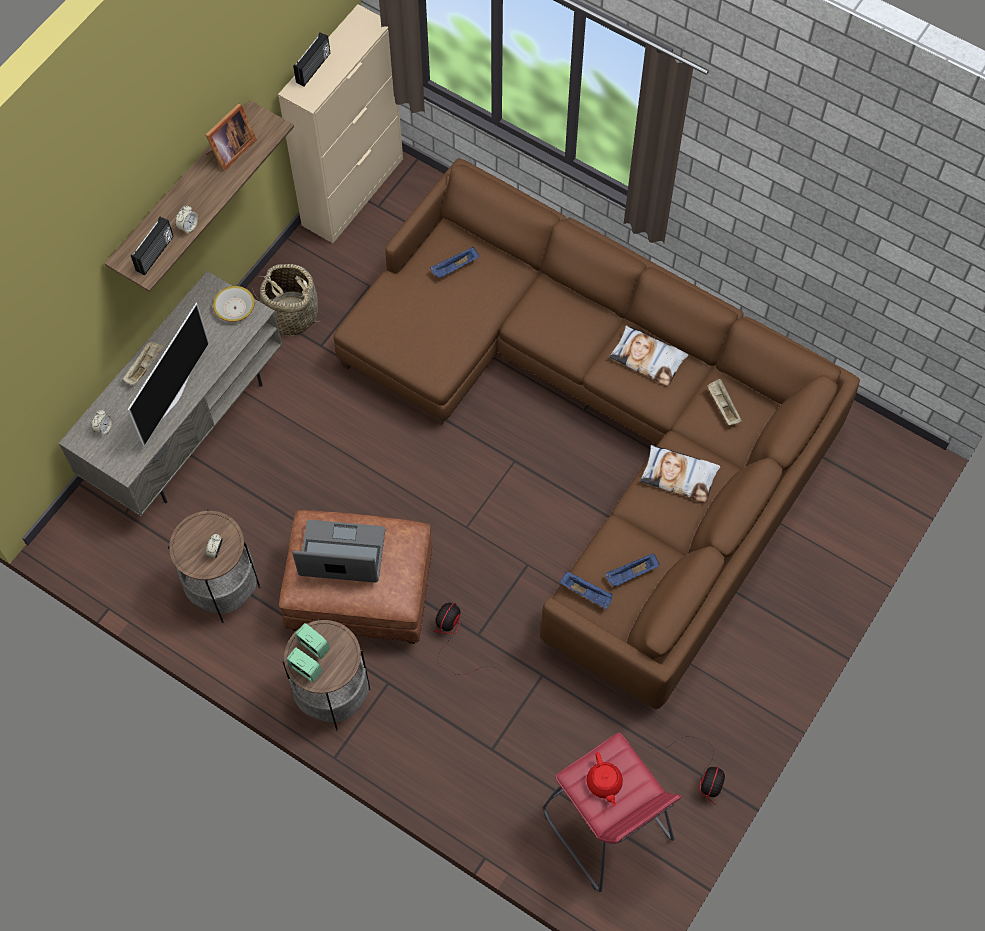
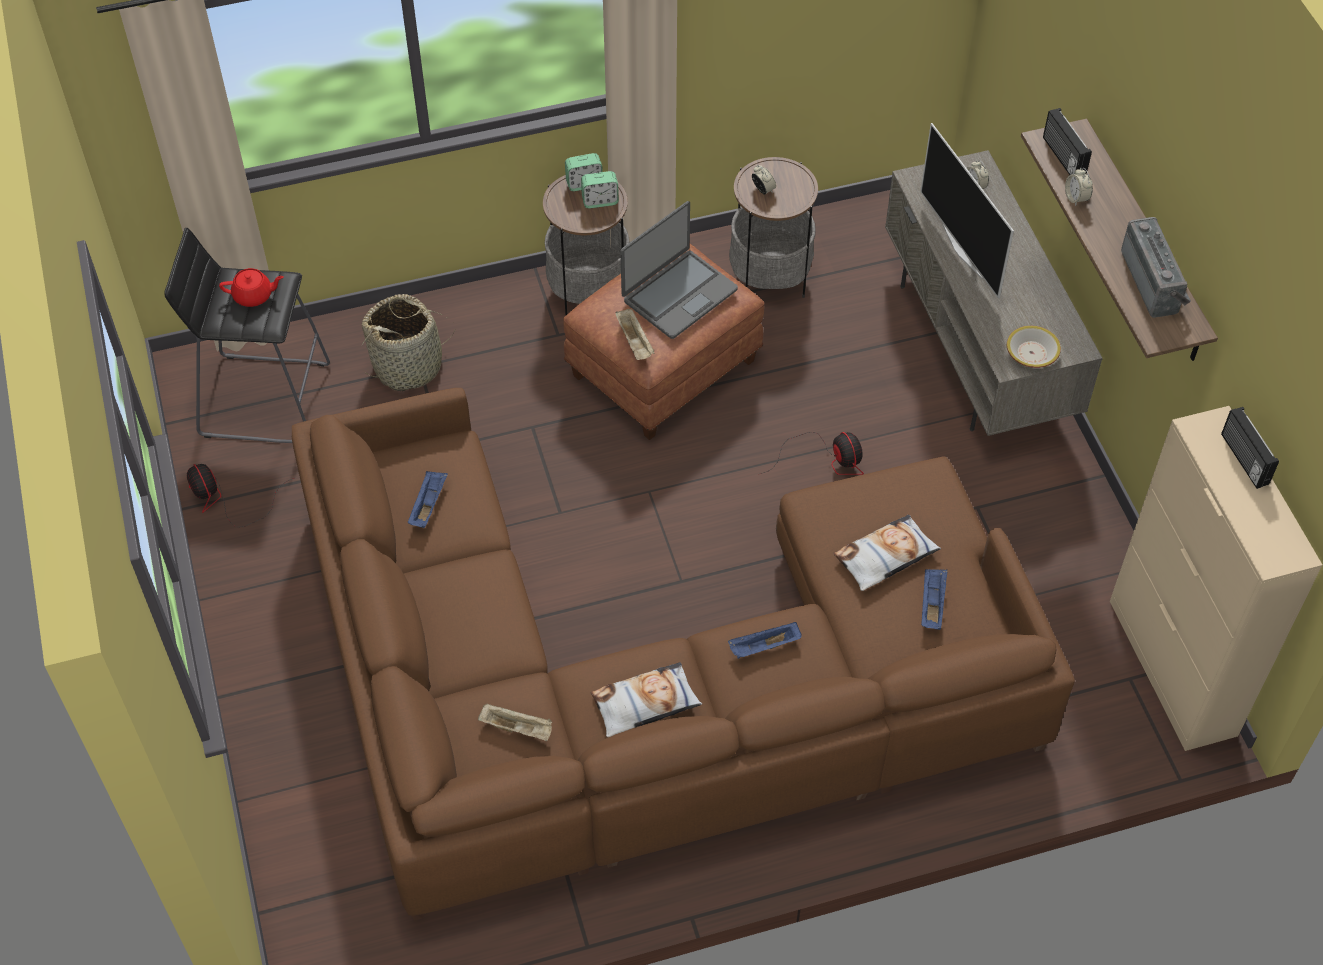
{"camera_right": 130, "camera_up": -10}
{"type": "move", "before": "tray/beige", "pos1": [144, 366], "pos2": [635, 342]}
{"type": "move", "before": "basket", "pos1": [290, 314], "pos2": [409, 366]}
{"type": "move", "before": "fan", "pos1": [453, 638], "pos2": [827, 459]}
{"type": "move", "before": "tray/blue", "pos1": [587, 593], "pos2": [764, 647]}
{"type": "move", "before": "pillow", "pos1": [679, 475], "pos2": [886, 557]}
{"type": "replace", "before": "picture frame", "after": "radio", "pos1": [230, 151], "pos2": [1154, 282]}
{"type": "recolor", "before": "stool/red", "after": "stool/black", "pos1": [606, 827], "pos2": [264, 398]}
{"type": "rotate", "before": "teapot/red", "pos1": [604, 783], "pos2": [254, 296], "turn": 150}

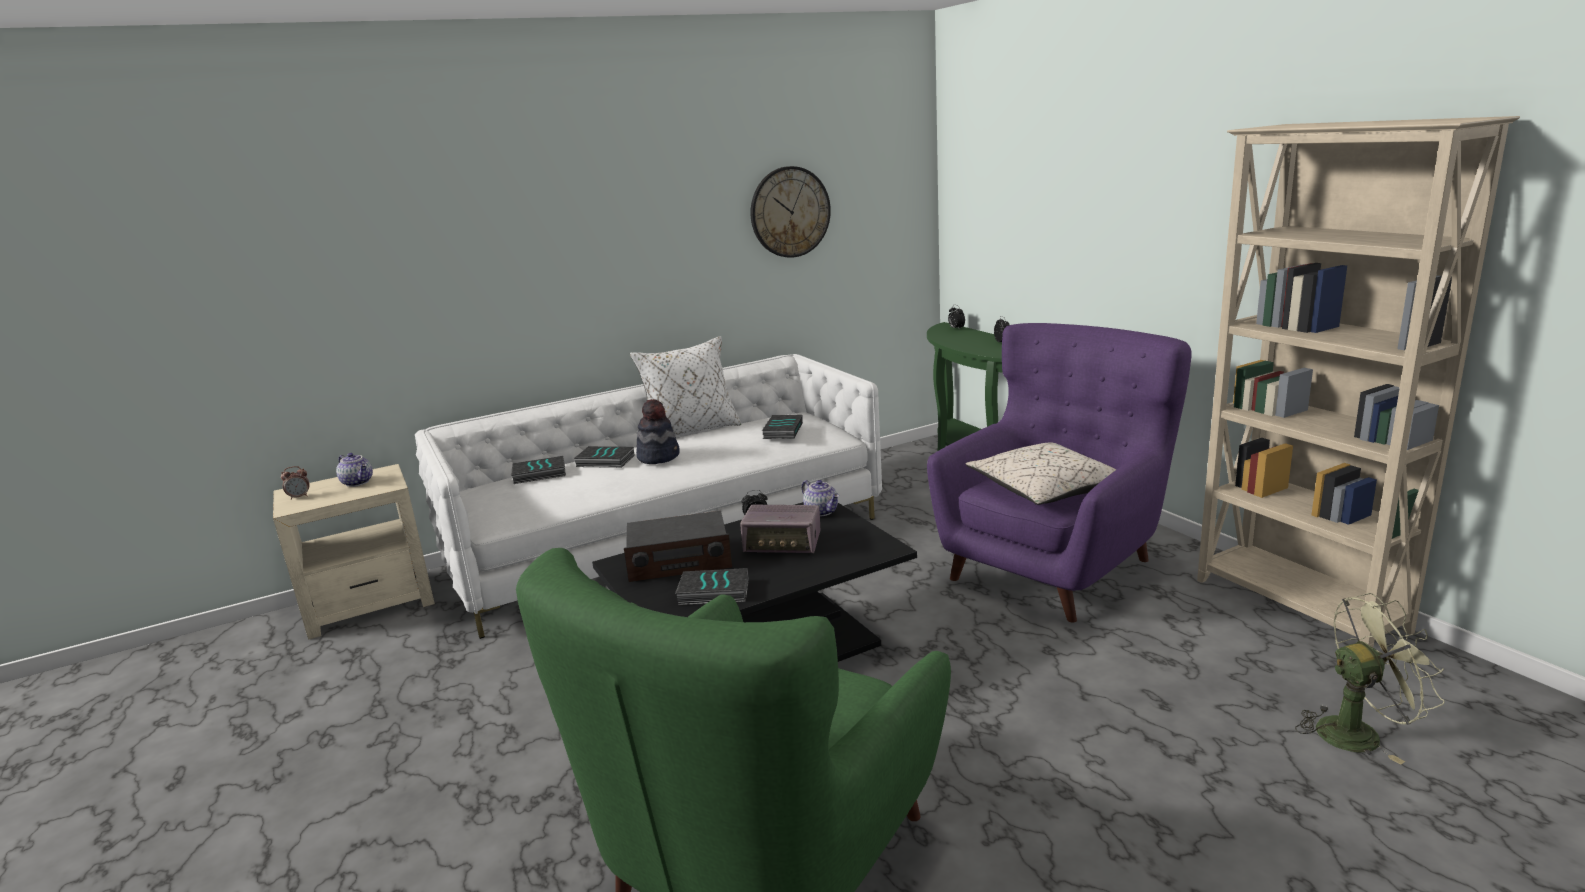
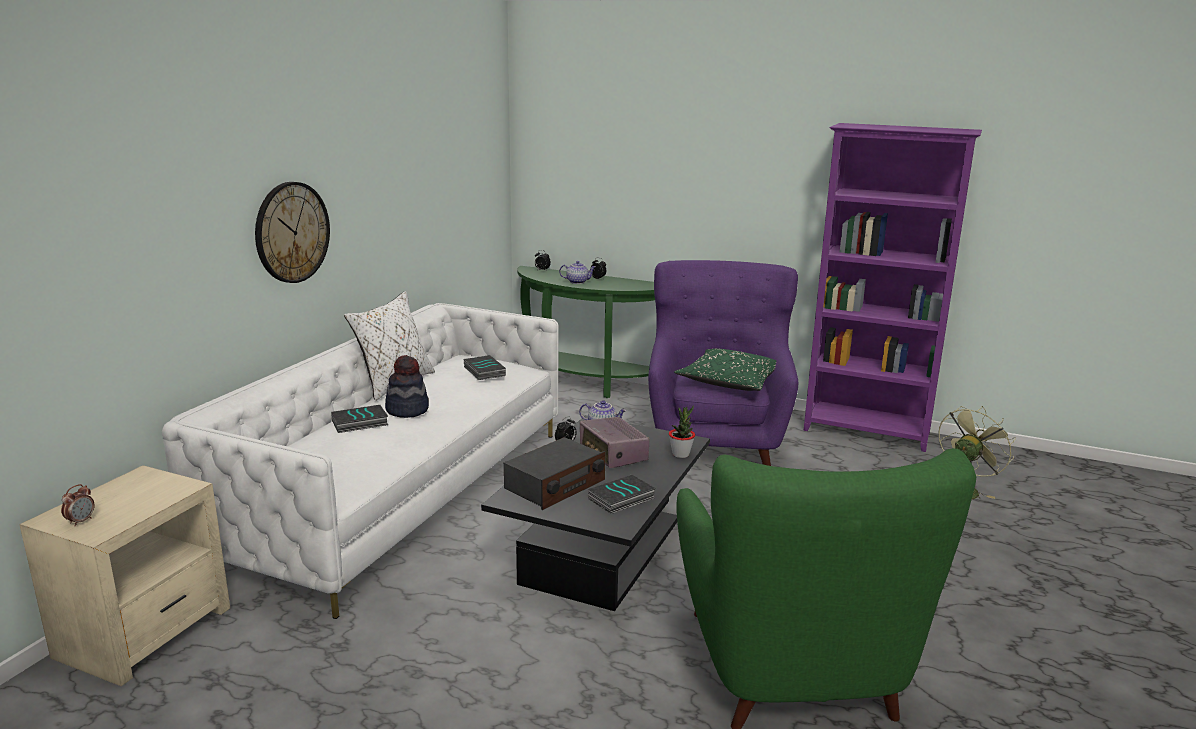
{"camera_right": -40, "camera_up": 0}
{"type": "delete", "before": "book", "pos1": [539, 474]}
{"type": "insert", "after": "potted plant", "pos2": [681, 454]}
{"type": "move", "before": "teapot", "pos1": [358, 482], "pos2": [577, 282]}
{"type": "move", "before": "wall clock", "pos1": [790, 212], "pos2": [292, 232]}
{"type": "recolor", "before": "pillow/beige", "after": "pillow/green", "pos1": [1046, 490], "pos2": [730, 382]}
{"type": "recolor", "before": "bookcase/beige", "after": "bookcase/purple", "pos1": [1299, 606], "pos2": [867, 432]}
{"type": "rotate", "before": "radio", "pos1": [783, 544], "pos2": [613, 455], "turn": 90}

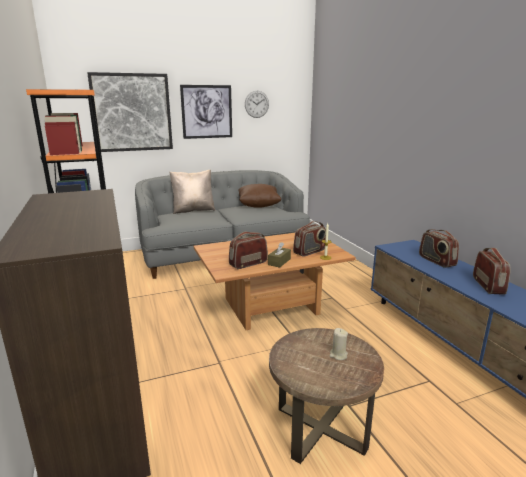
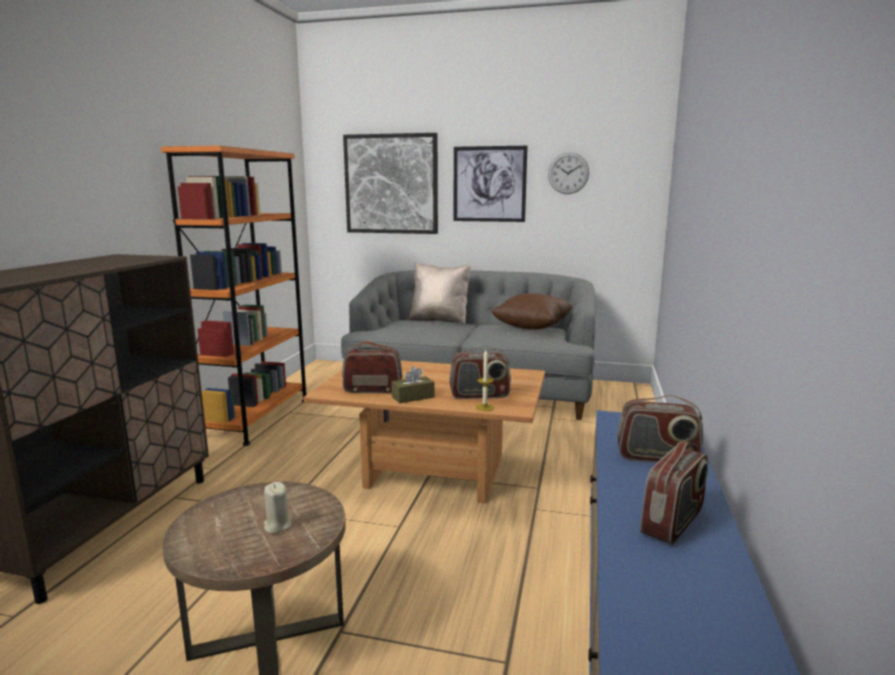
{"camera_right": 35, "camera_up": -5}
{"type": "rotate", "before": "radio", "pos1": [436, 261], "pos2": [657, 458], "turn": -90}

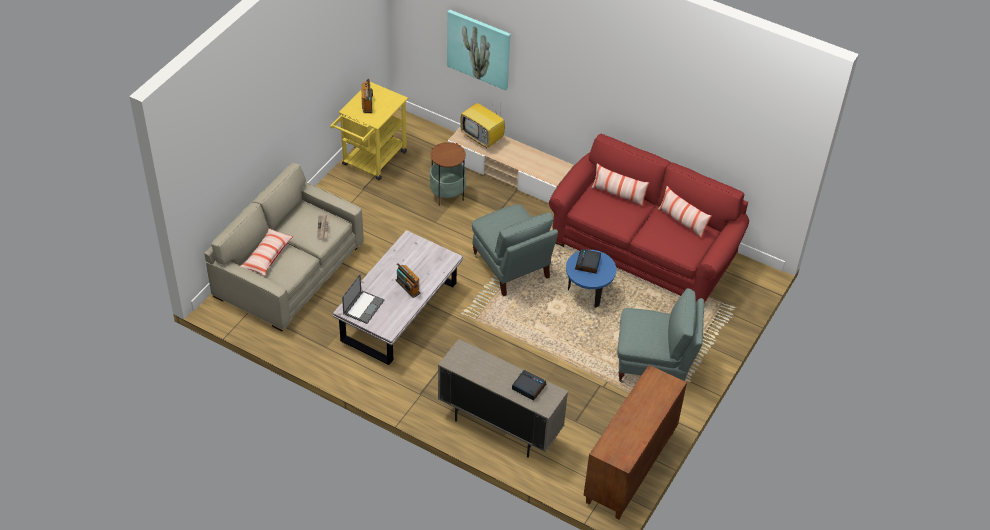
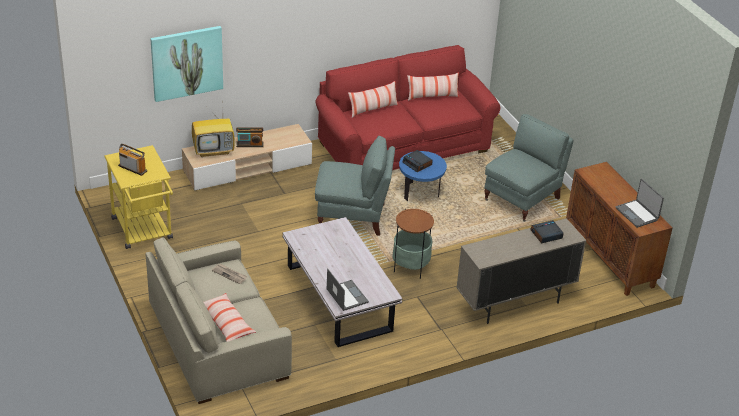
{"camera_right": -55, "camera_up": -10}
{"type": "insert", "after": "laptop", "pos2": [637, 214]}
{"type": "move", "before": "radio", "pos1": [407, 287], "pos2": [250, 144]}
{"type": "move", "before": "side table", "pos1": [447, 194], "pos2": [410, 267]}

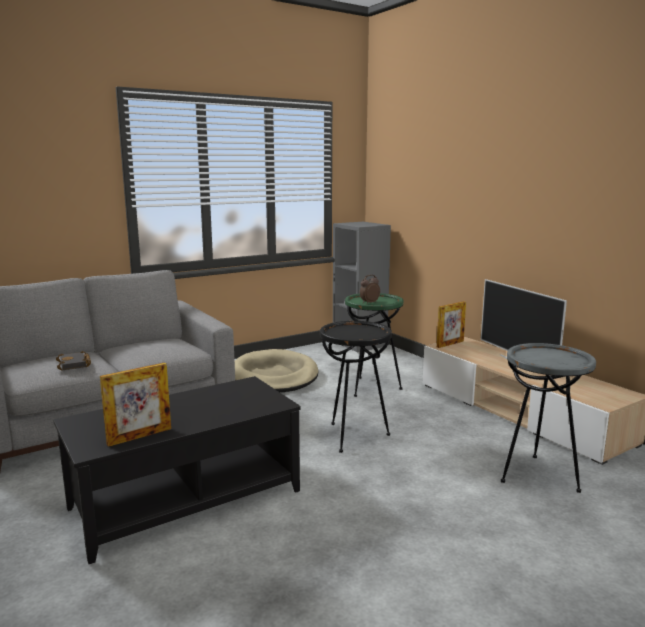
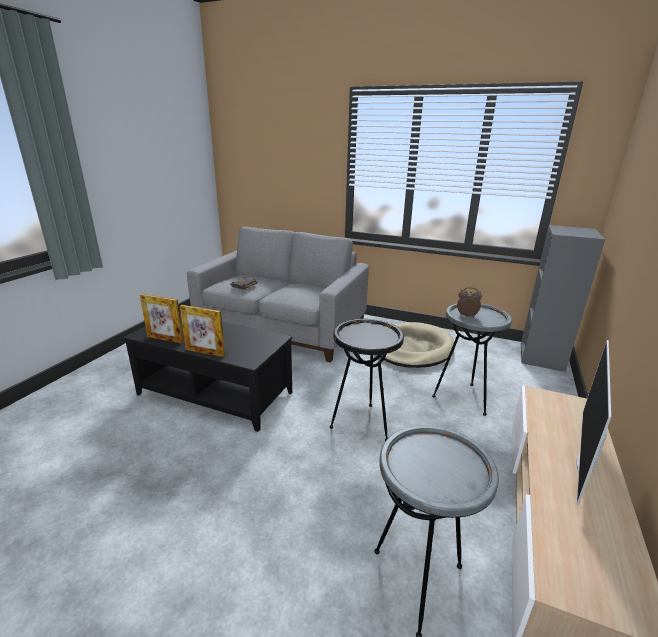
{"camera_right": 55, "camera_up": 10}
{"type": "move", "before": "picture frame", "pos1": [450, 344], "pos2": [205, 352]}
{"type": "recolor", "before": "side table/green", "after": "side table/grey", "pos1": [372, 387], "pos2": [463, 398]}

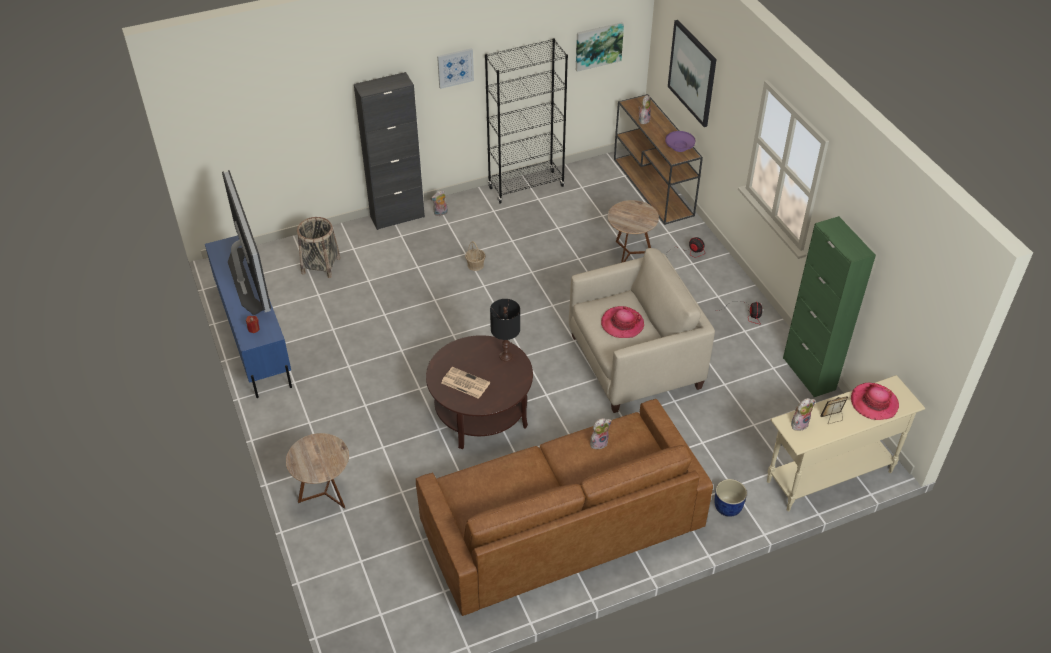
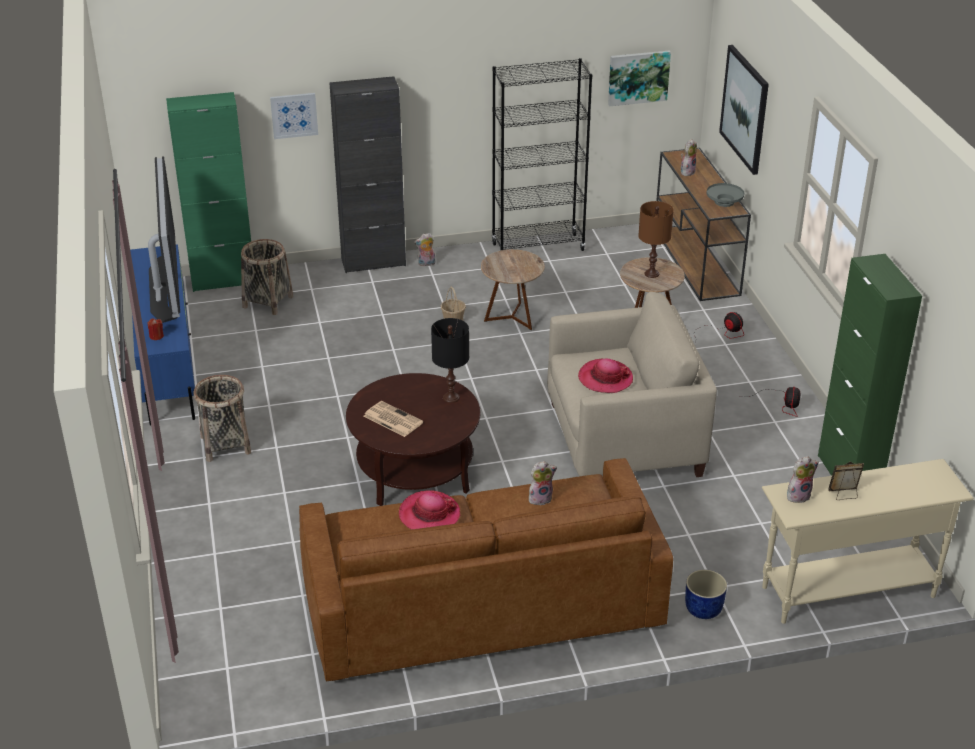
{"camera_right": 10, "camera_up": -10}
{"type": "insert", "after": "cabinet/green", "pos2": [223, 281]}
{"type": "insert", "after": "basket", "pos2": [225, 444]}
{"type": "insert", "after": "table lamp/brown", "pos2": [652, 273]}
{"type": "move", "before": "side table/brown", "pos1": [325, 494], "pos2": [512, 318]}
{"type": "move", "before": "picture", "pos1": [455, 67], "pos2": [294, 115]}
{"type": "move", "before": "hat", "pos1": [874, 403], "pos2": [429, 514]}
{"type": "recolor", "before": "bowl/purple", "after": "bowl/grey", "pos1": [679, 147], "pos2": [724, 202]}

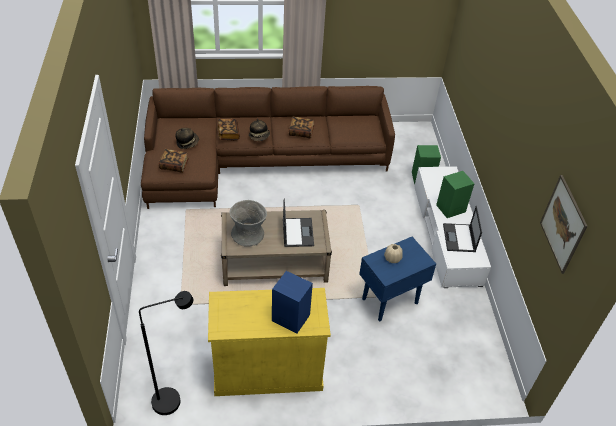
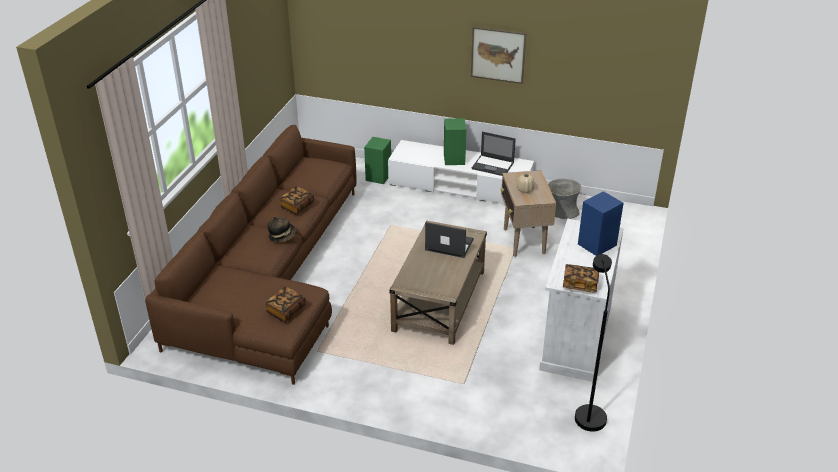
{"camera_right": -65, "camera_up": -10}
{"type": "delete", "before": "hat", "pos1": [187, 143]}
{"type": "move", "before": "book", "pos1": [228, 134], "pos2": [580, 285]}
{"type": "move", "before": "vase/grey", "pos1": [248, 234], "pos2": [562, 211]}
{"type": "move", "before": "picture", "pos1": [563, 224], "pos2": [498, 55]}
{"type": "recolor", "before": "cabinet/yellow", "after": "cabinet/white", "pos1": [267, 370], "pos2": [575, 338]}
{"type": "recolor", "before": "side table/blue", "after": "side table/beige", "pos1": [389, 301], "pos2": [524, 241]}

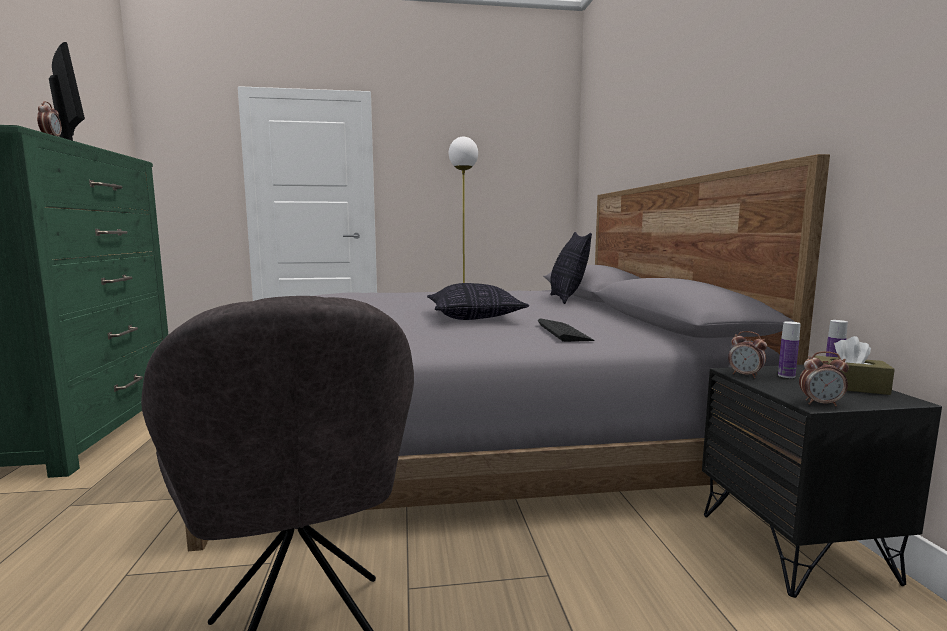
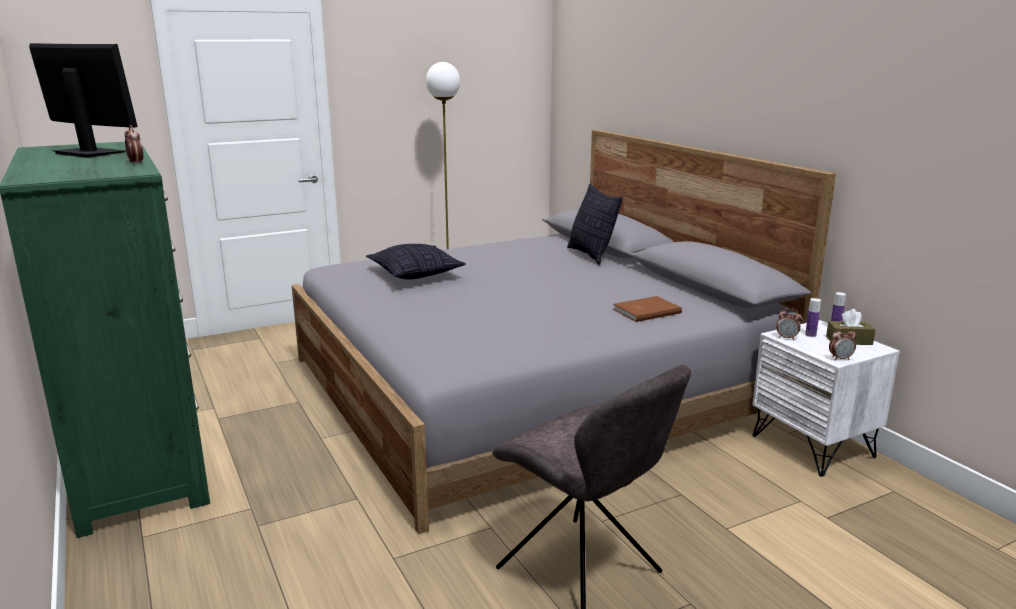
{"camera_right": -20, "camera_up": 10}
{"type": "move", "before": "pillow", "pos1": [475, 317], "pos2": [416, 274]}
{"type": "replace", "before": "keyboard", "after": "book/brown", "pos1": [564, 332], "pos2": [645, 311]}
{"type": "recolor", "before": "nightstand/black", "after": "nightstand/white", "pos1": [795, 547], "pos2": [813, 446]}

